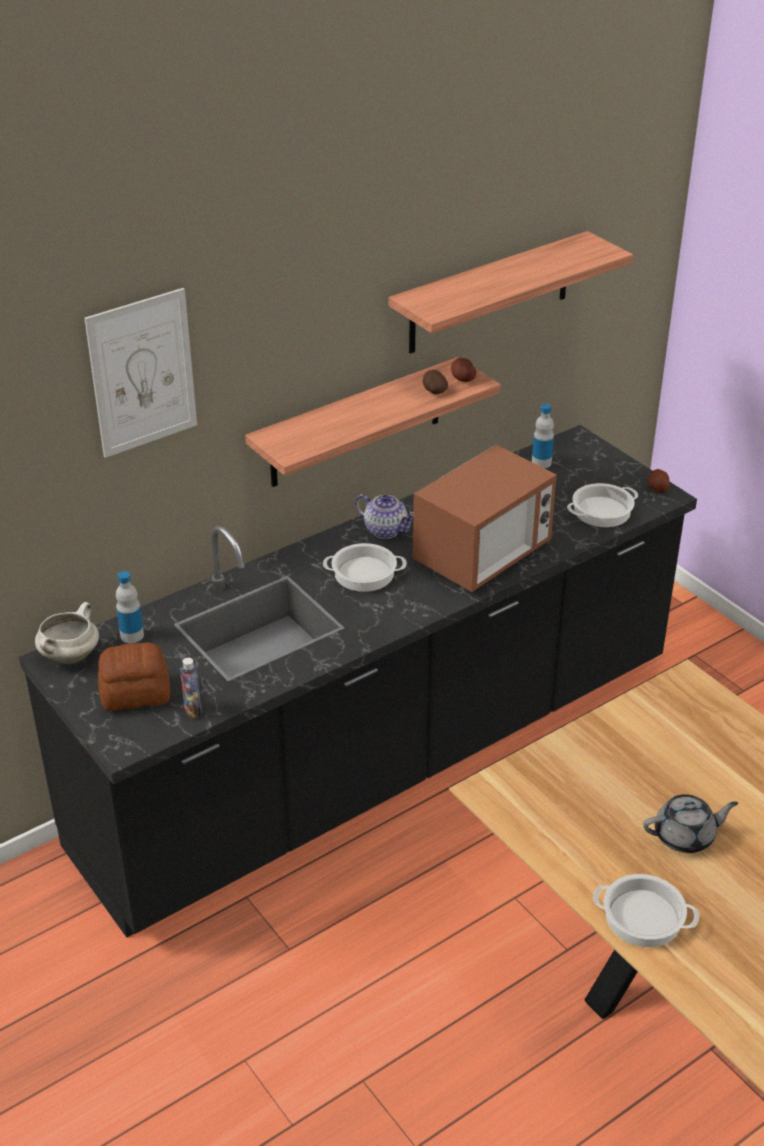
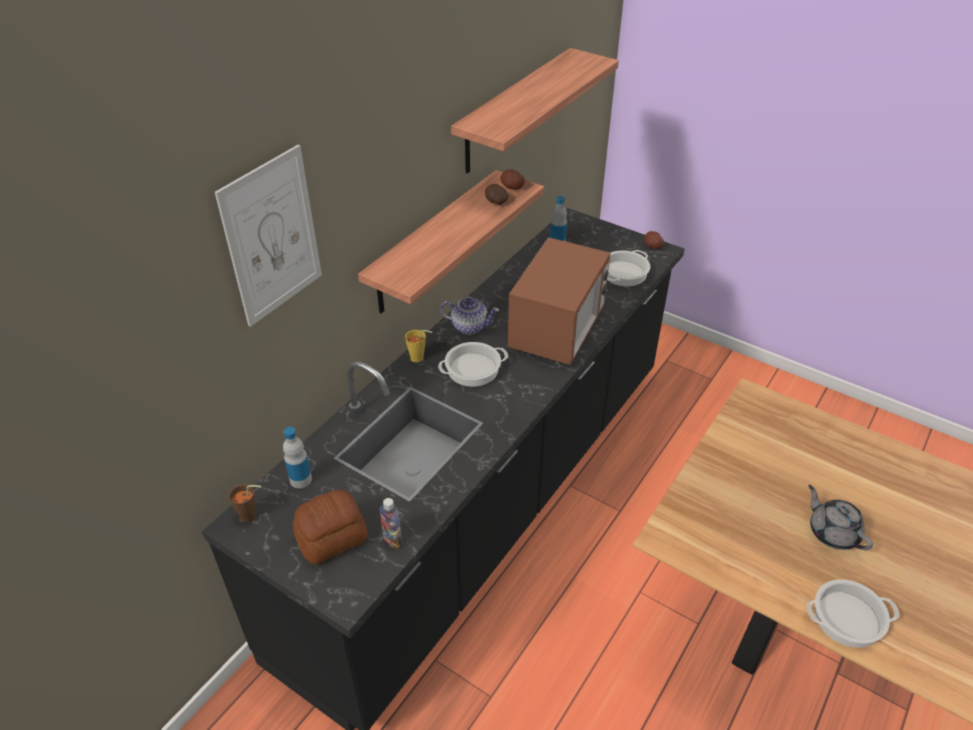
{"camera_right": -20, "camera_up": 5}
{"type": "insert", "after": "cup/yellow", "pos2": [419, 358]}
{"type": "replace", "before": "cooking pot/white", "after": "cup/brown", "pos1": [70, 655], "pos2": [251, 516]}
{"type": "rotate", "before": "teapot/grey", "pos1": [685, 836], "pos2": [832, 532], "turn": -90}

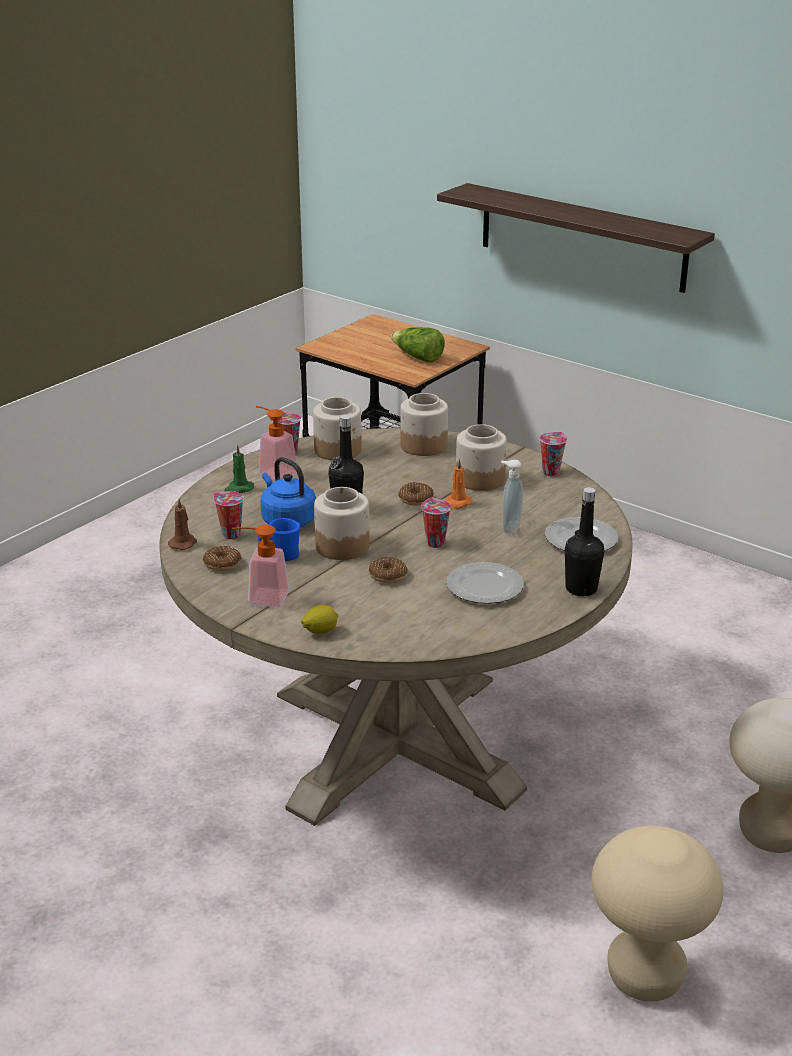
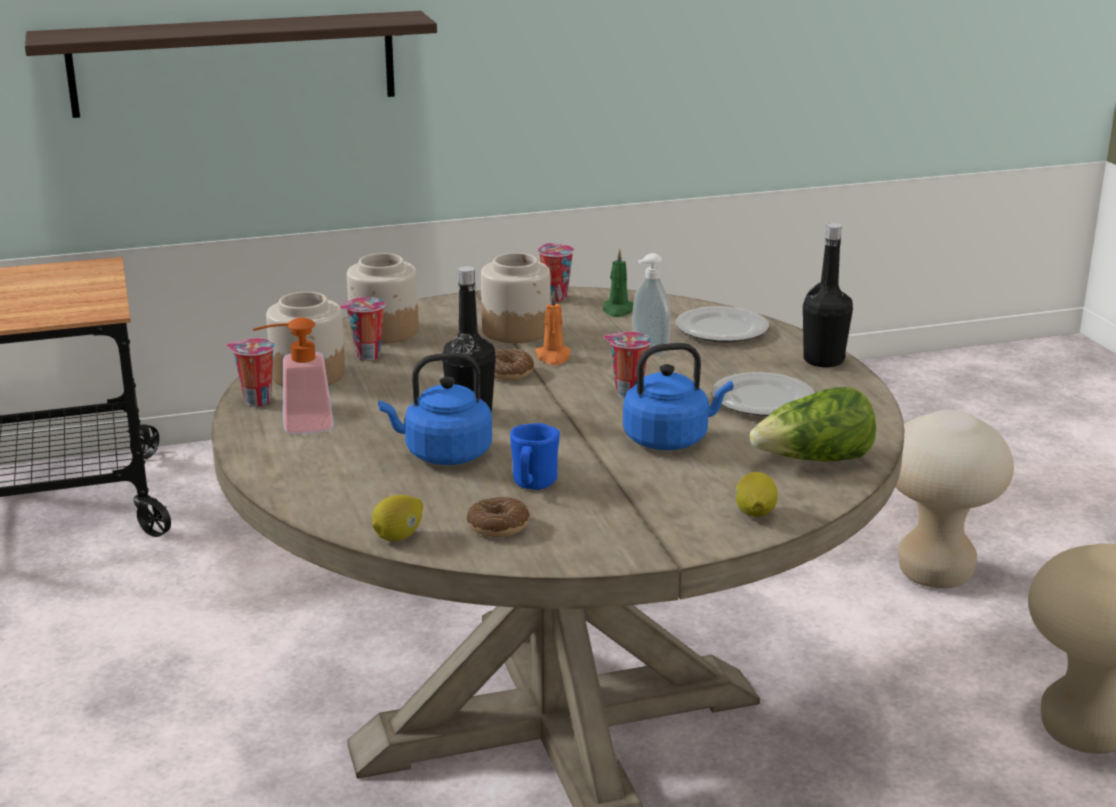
{"camera_right": -55, "camera_up": -5}
{"type": "delete", "before": "soap dispenser", "pos1": [261, 597]}
{"type": "delete", "before": "jar", "pos1": [342, 546]}
{"type": "move", "before": "cup", "pos1": [229, 534], "pos2": [366, 356]}
{"type": "move", "before": "candle/green", "pos1": [239, 489], "pos2": [618, 310]}
{"type": "move", "before": "lettuce", "pos1": [418, 358], "pos2": [814, 460]}
{"type": "replace", "before": "candle/brown", "after": "lemon", "pos1": [183, 543], "pos2": [398, 536]}
{"type": "replace", "before": "donut", "after": "kettle/blue", "pos1": [388, 576], "pos2": [670, 439]}

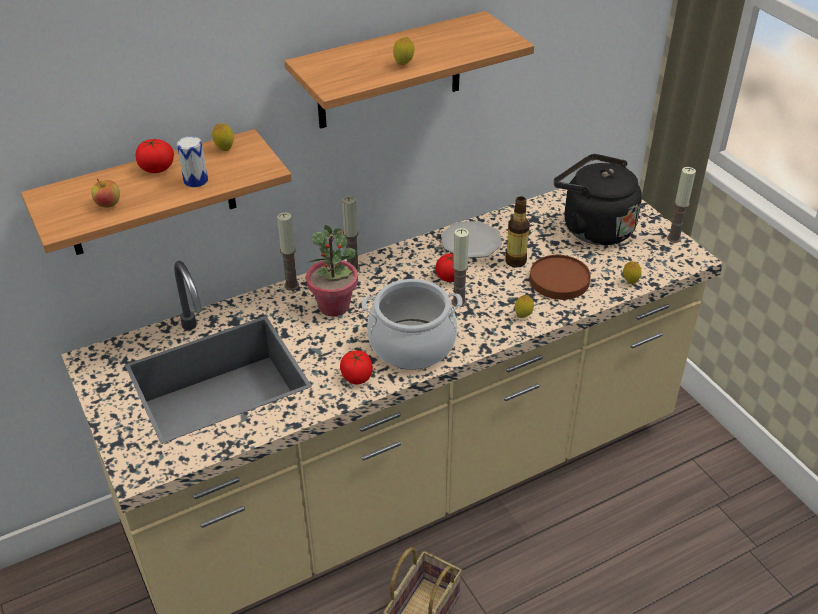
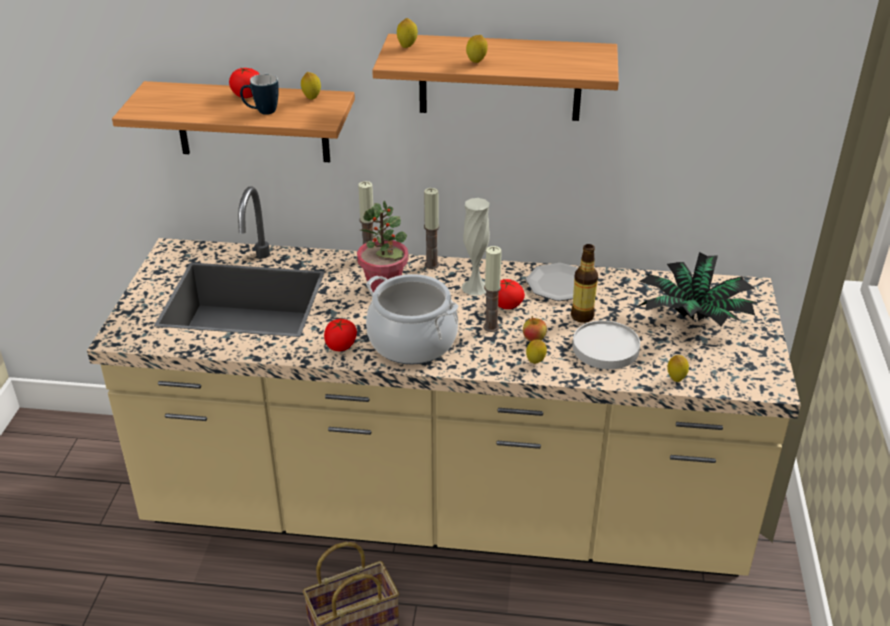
{"camera_right": 35, "camera_up": -5}
{"type": "delete", "before": "candle", "pos1": [674, 238]}
{"type": "insert", "after": "lemon", "pos2": [407, 47]}
{"type": "insert", "after": "vase/white", "pos2": [475, 287]}
{"type": "move", "before": "apple", "pos1": [108, 204], "pos2": [534, 339]}
{"type": "replace", "before": "can", "after": "mug", "pos1": [195, 181], "pos2": [261, 112]}
{"type": "replace", "before": "kettle/black", "after": "potted plant", "pos1": [593, 228], "pos2": [694, 319]}
{"type": "recolor", "before": "plate/brown", "after": "plate/white", "pos1": [558, 280], "pos2": [605, 348]}

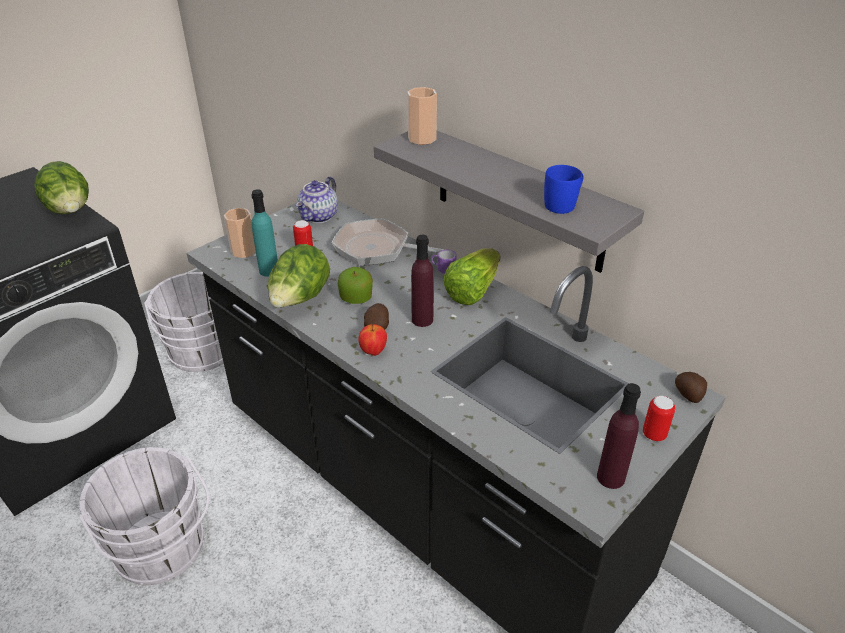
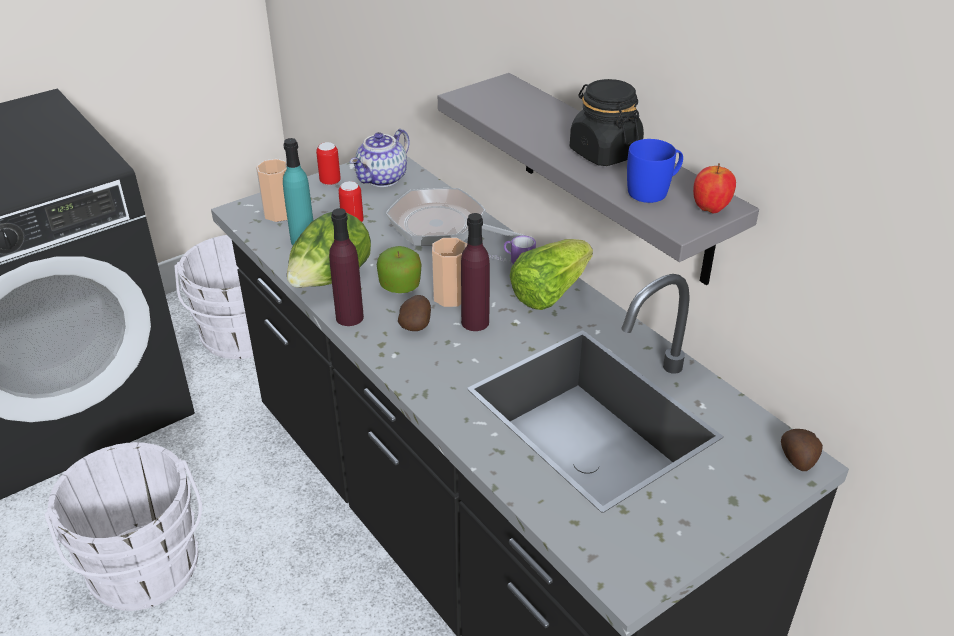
{"camera_right": 10, "camera_up": 0}
{"type": "delete", "before": "lettuce", "pos1": [71, 212]}
{"type": "insert", "after": "jar/black", "pos2": [604, 152]}
{"type": "move", "before": "apple", "pos1": [373, 352], "pos2": [710, 209]}
{"type": "move", "before": "cup", "pos1": [422, 139], "pos2": [450, 296]}
{"type": "move", "before": "bottle/purple", "pos1": [610, 477], "pos2": [349, 317]}
{"type": "move", "before": "can", "pos1": [654, 435], "pos2": [330, 182]}

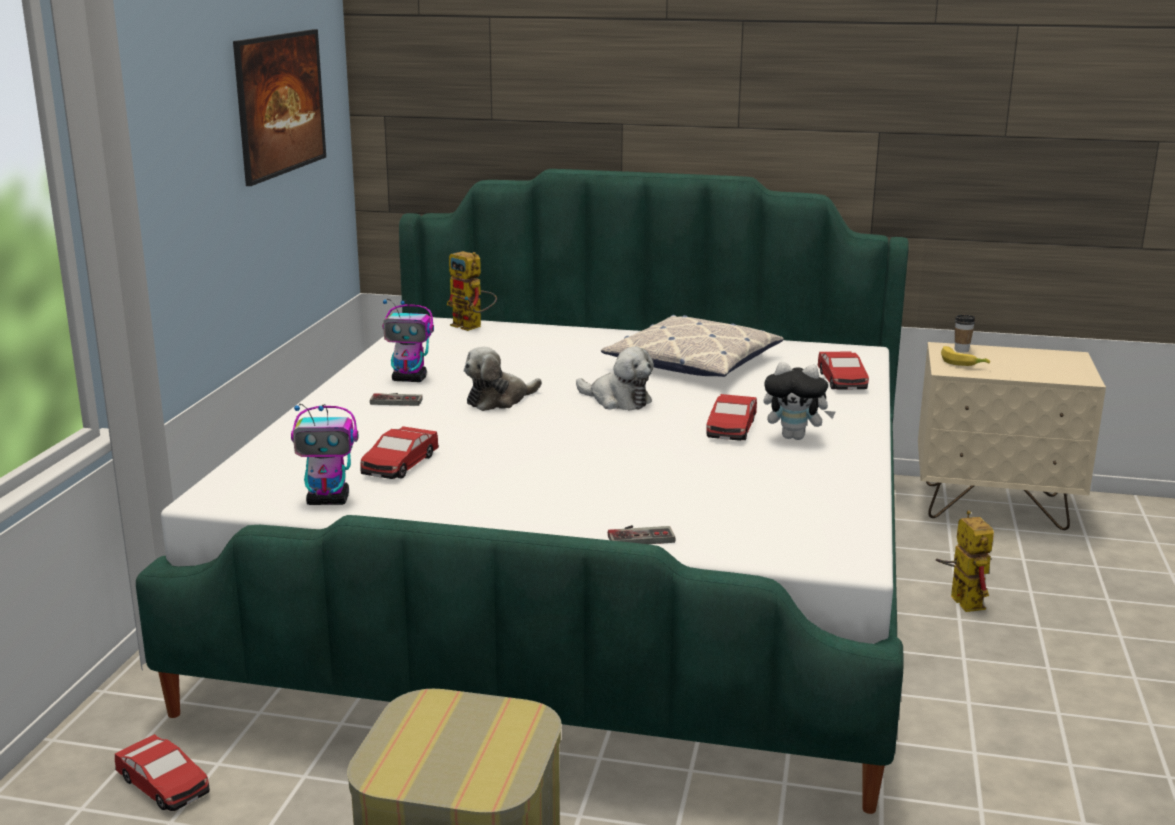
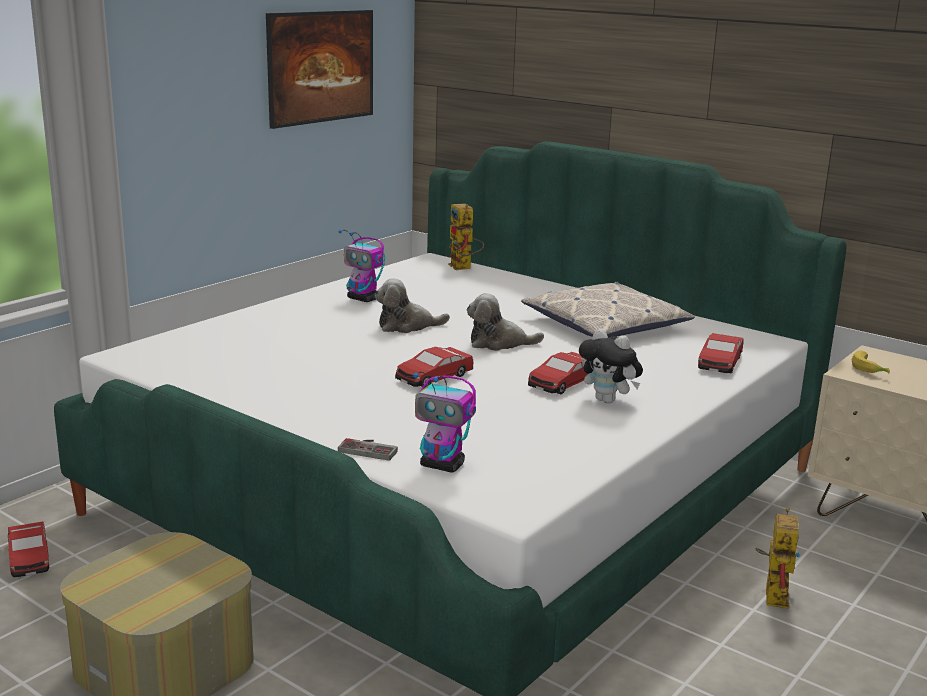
{"camera_right": 25, "camera_up": 0}
{"type": "delete", "before": "game controller", "pos1": [397, 399]}
{"type": "delete", "before": "cup", "pos1": [961, 350]}
{"type": "move", "before": "toy robot", "pos1": [329, 500], "pos2": [443, 465]}
{"type": "move", "before": "toy car", "pos1": [400, 464], "pos2": [434, 377]}
{"type": "rotate", "before": "plush toy", "pos1": [617, 400], "pos2": [499, 343], "turn": 120}

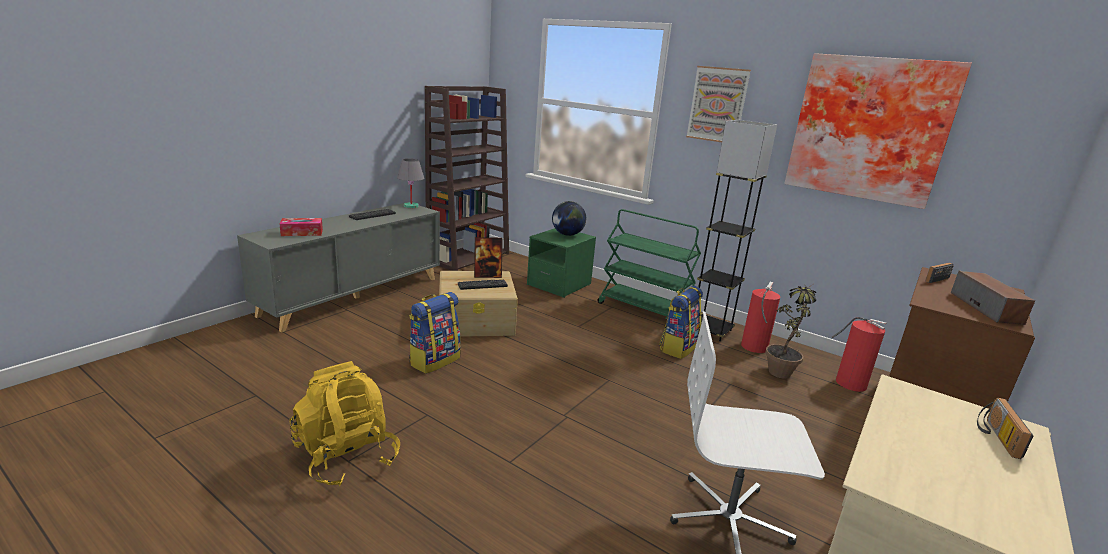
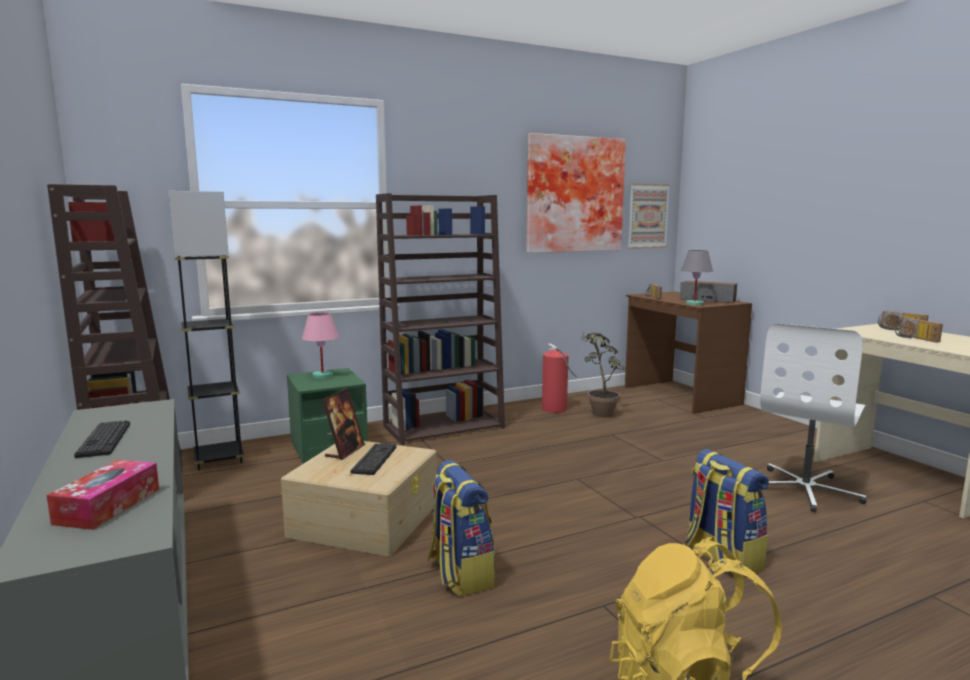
{"camera_right": -60, "camera_up": -10}
{"type": "delete", "before": "fire extinguisher", "pos1": [849, 382]}
{"type": "insert", "after": "radio", "pos2": [914, 338]}
{"type": "move", "before": "table lamp/grey", "pos1": [411, 206], "pos2": [695, 304]}
{"type": "move", "before": "backpack", "pos1": [678, 347], "pos2": [721, 557]}
{"type": "move", "before": "picture", "pos1": [717, 104], "pos2": [647, 216]}
{"type": "move", "before": "floor lamp/grey", "pos1": [710, 331], "pos2": [219, 459]}
{"type": "replace", "before": "globe", "after": "table lamp/pink", "pos1": [567, 234], "pos2": [323, 376]}
{"type": "replace", "before": "cart/green", "after": "bookcase/brown", "pos1": [644, 310], "pos2": [444, 426]}

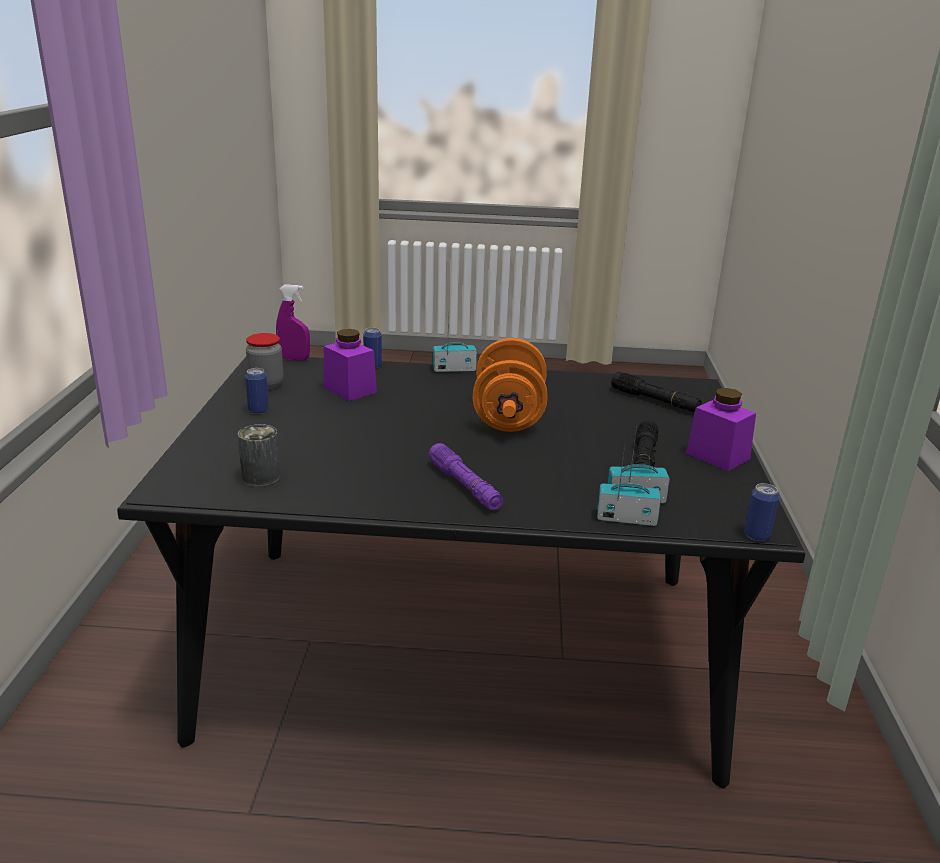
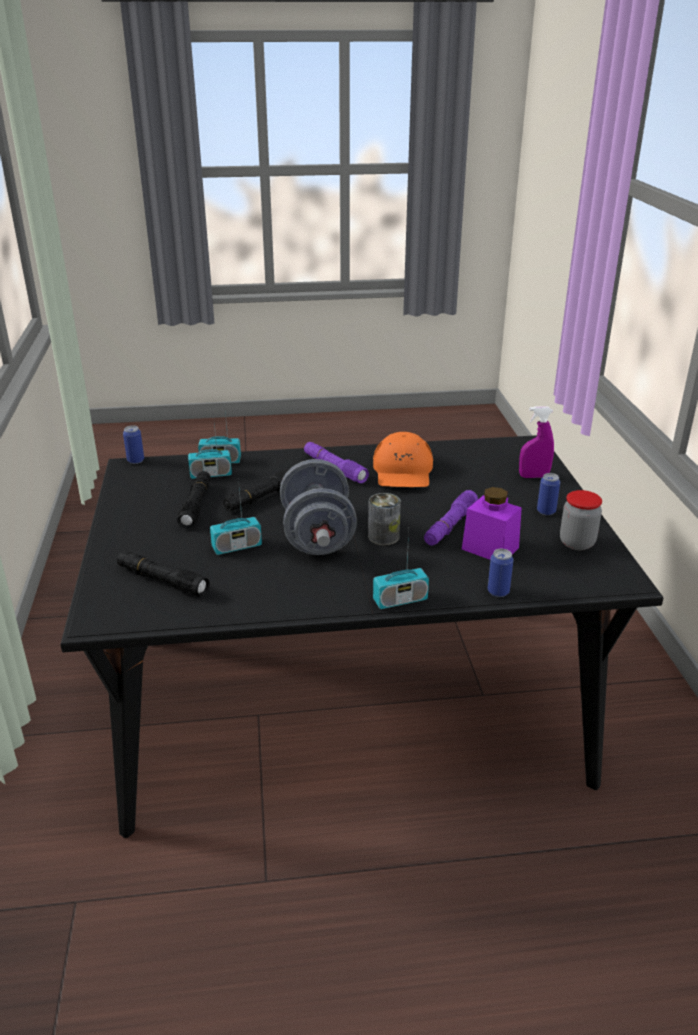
{"camera_right": 170, "camera_up": 5}
{"type": "delete", "before": "jar/purple", "pos1": [717, 456]}
{"type": "insert", "after": "radio", "pos2": [237, 547]}
{"type": "insert", "after": "flashlight/black", "pos2": [262, 497]}
{"type": "insert", "after": "cap/orange", "pos2": [403, 471]}
{"type": "insert", "after": "flashlight/purple", "pos2": [450, 525]}
{"type": "move", "before": "can", "pos1": [261, 477], "pos2": [383, 536]}
{"type": "move", "before": "spray bottle/purple", "pos1": [294, 359], "pos2": [533, 476]}
{"type": "recolor", "before": "dumbbell/orange", "after": "dumbbell/grey", "pos1": [508, 416], "pos2": [317, 536]}

